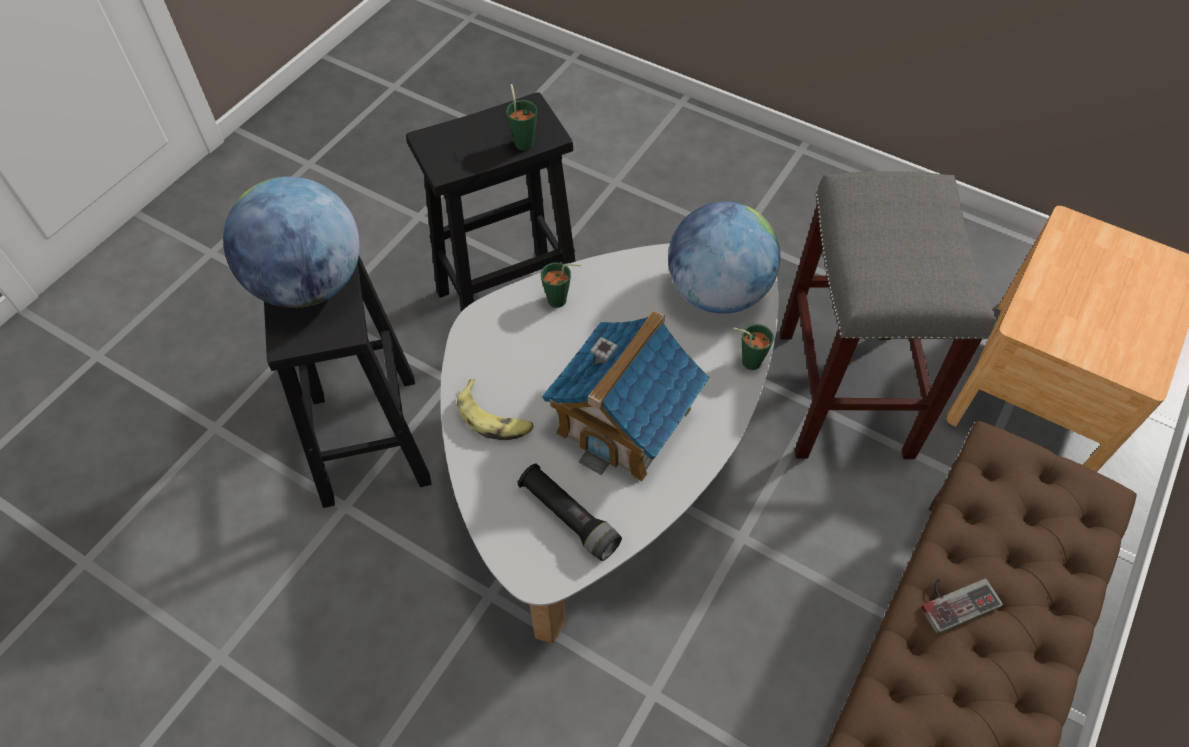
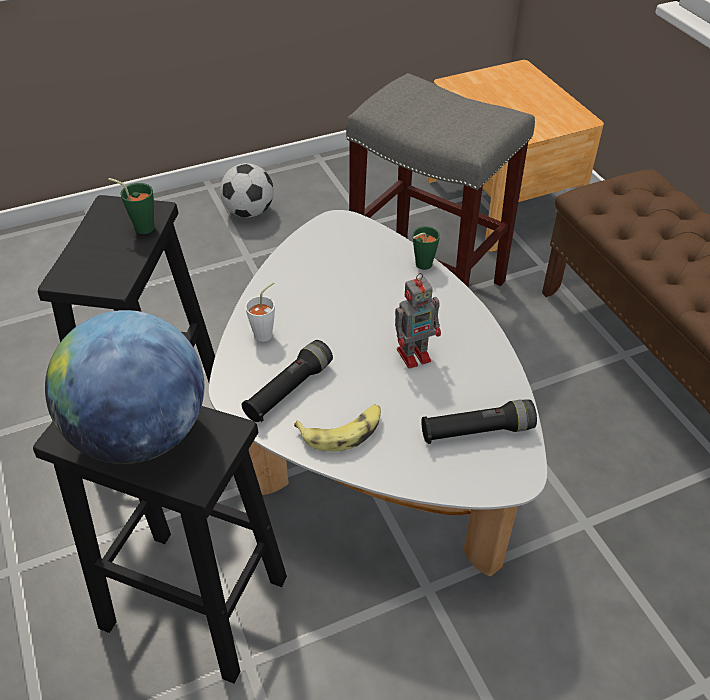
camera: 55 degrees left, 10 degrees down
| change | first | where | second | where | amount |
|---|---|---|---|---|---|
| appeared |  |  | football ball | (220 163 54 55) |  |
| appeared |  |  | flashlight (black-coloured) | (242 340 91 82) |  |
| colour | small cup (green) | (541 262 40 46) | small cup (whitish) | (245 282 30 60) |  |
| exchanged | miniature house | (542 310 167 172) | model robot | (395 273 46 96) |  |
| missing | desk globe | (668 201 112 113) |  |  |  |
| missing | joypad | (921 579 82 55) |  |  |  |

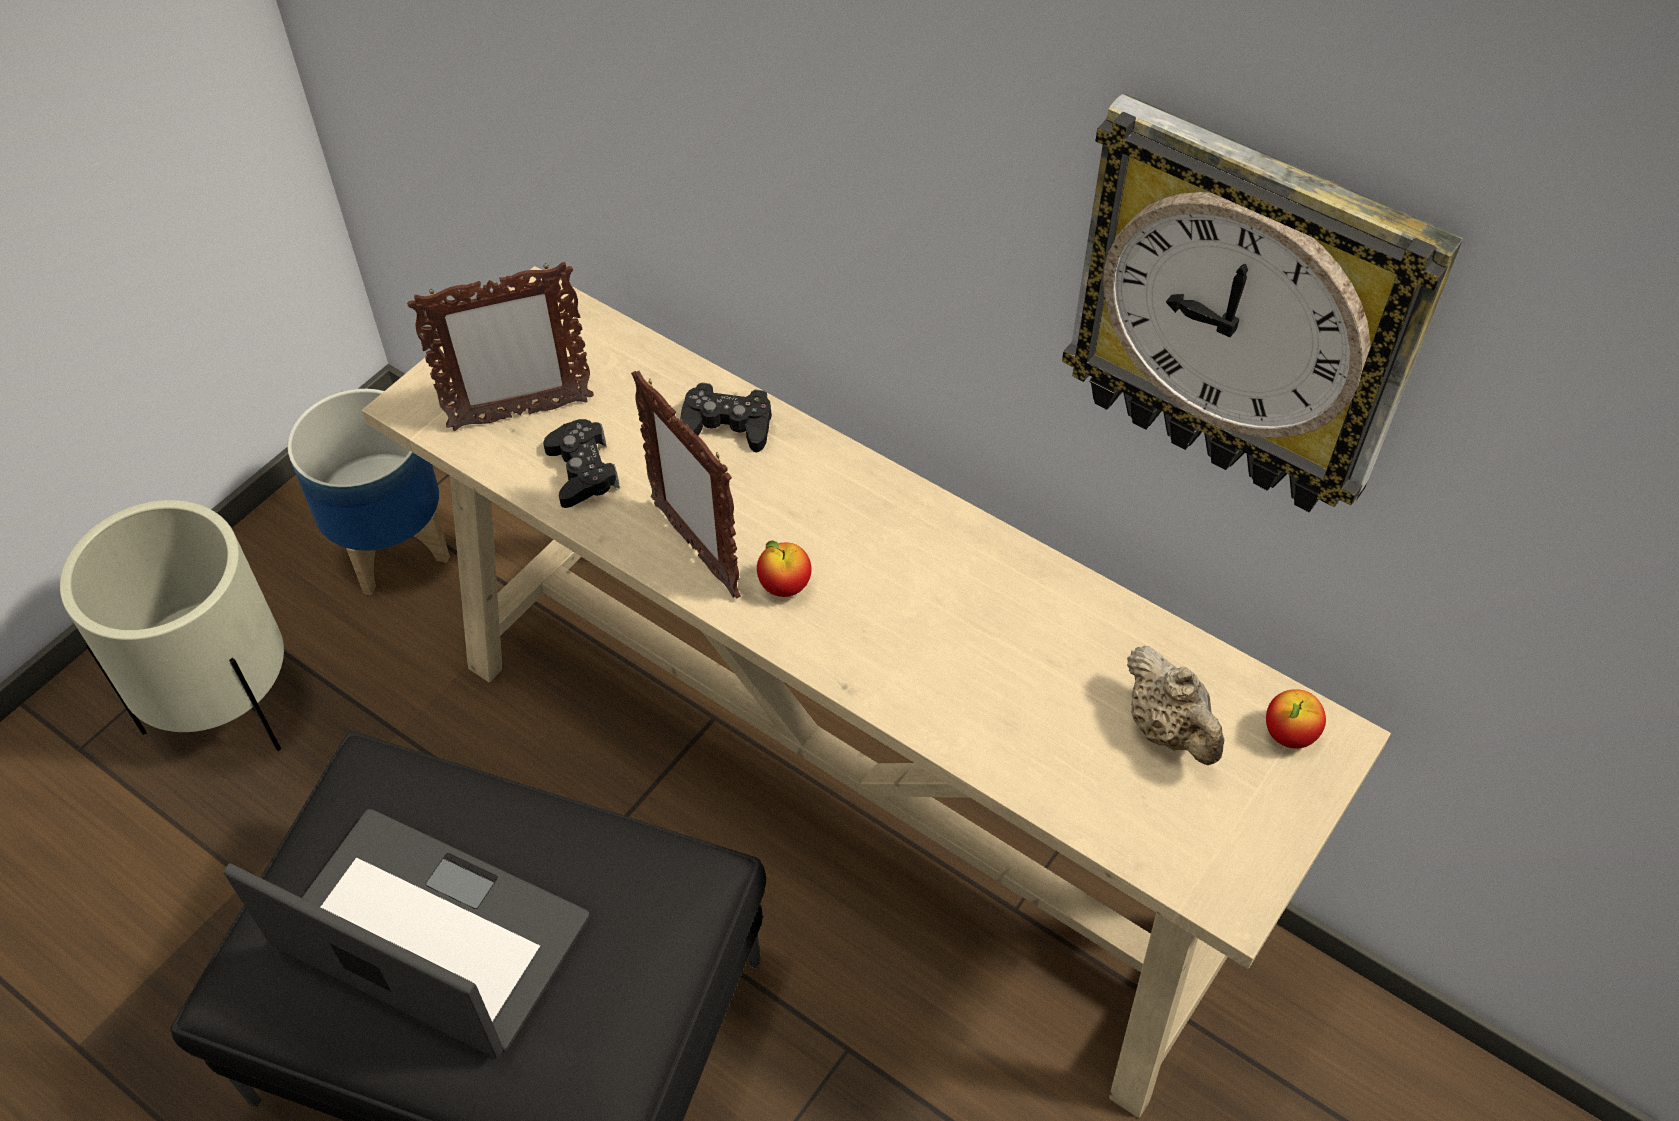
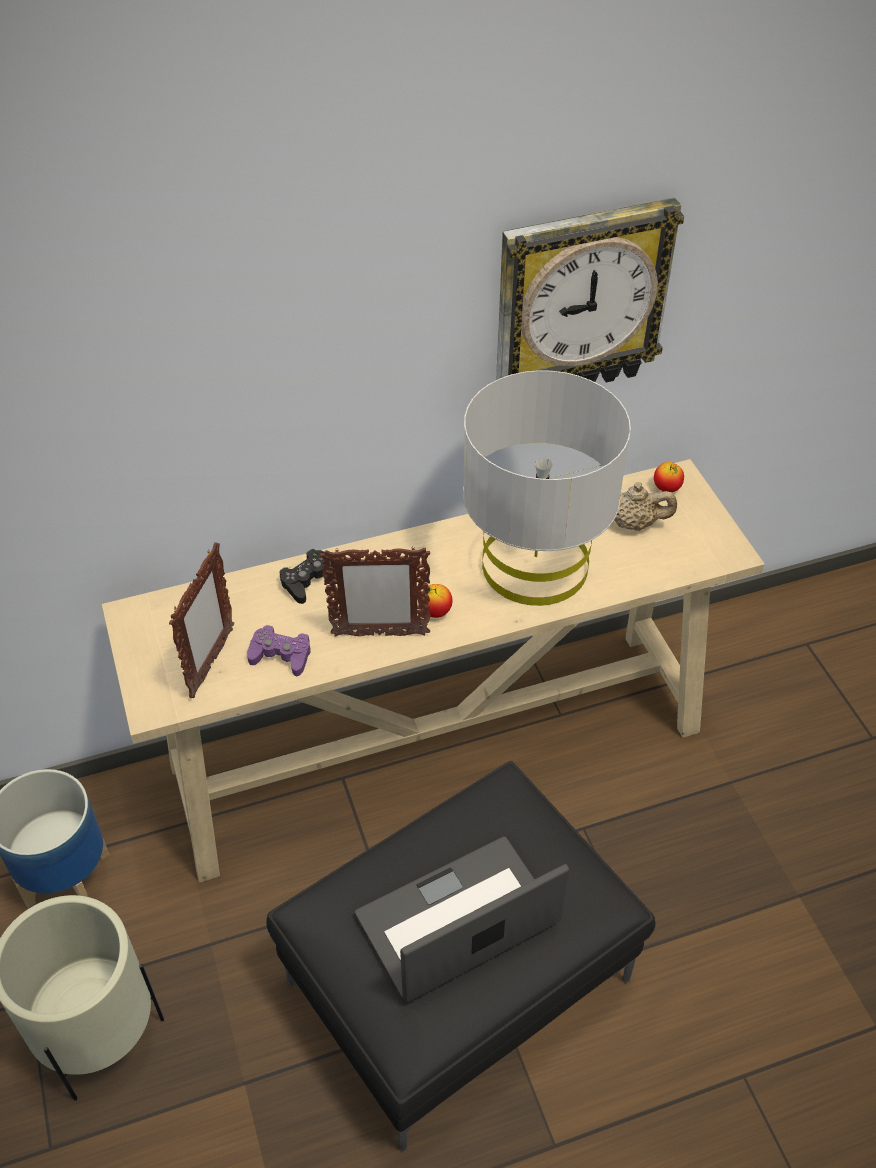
camera: 55 degrees left, 5 degrees down
| change | first | where | second | where | amount |
|---|---|---|---|---|---|
| colour | joypad (black-coloured) | (543 419 77 89) | joypad (purplish) | (247 625 64 51) |  |
| appeared |  |  | table lamp (grey) | (463 370 168 236) |  |

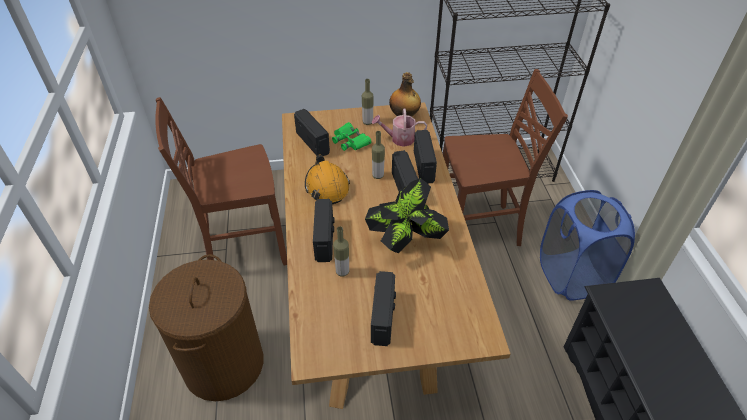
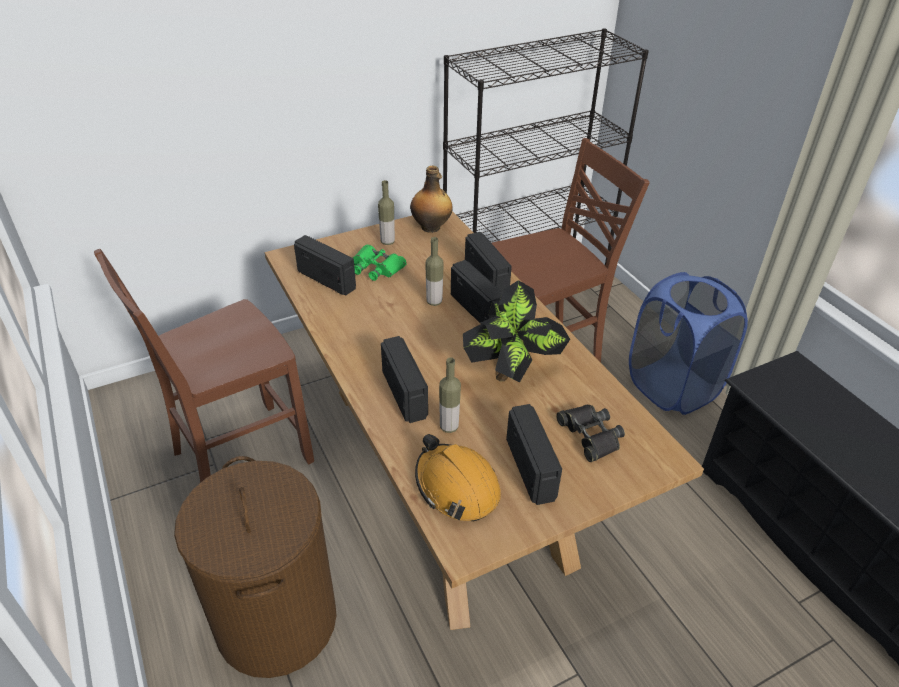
camera: 20 degrees left, 5 degrees down
| change | first | where | second | where | amount |
|---|---|---|---|---|---|
| relocated | safety helmet (orange) | (305 155 45 49) |  | (415 434 86 88) |  |
| appeared |  |  | pair of binoculars (black-coloured) | (556 405 69 57) |  |
| missing | sprinkling can | (372 109 55 38) |  |  |  |

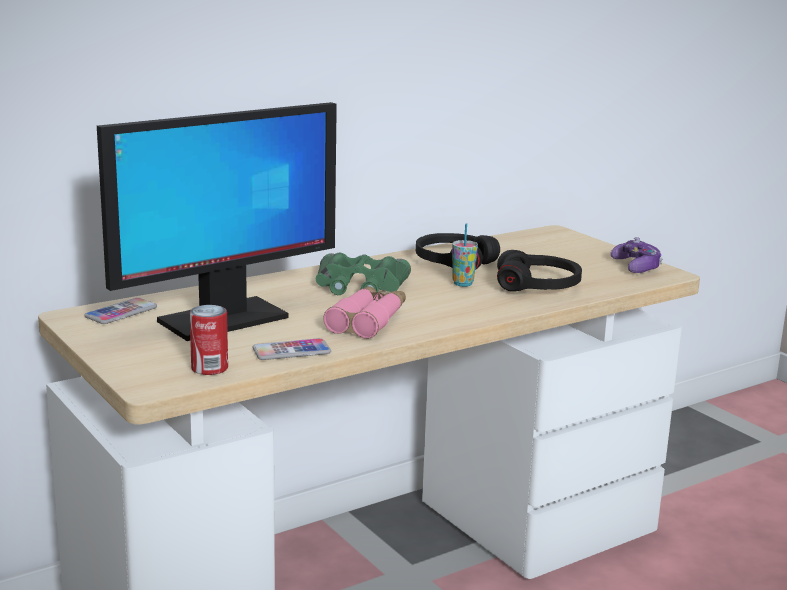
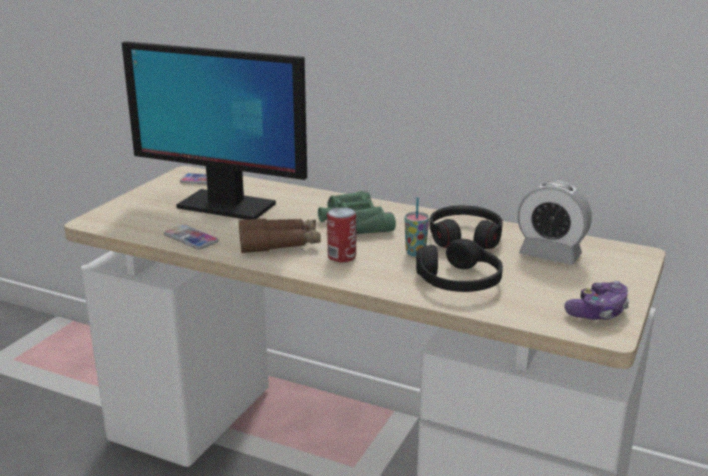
camera: 60 degrees right, 5 degrees up
| change | first | where | second | where | amount |
|---|---|---|---|---|---|
| colour | pair of binoculars (pinkish) | (323 286 83 53) | pair of binoculars (brownish) | (239 218 82 35) |  |
| relocated | sealed can | (190 305 38 70) |  | (327 207 29 55) |  |
| appeared |  |  | alarm clock | (518 181 74 84) |  |

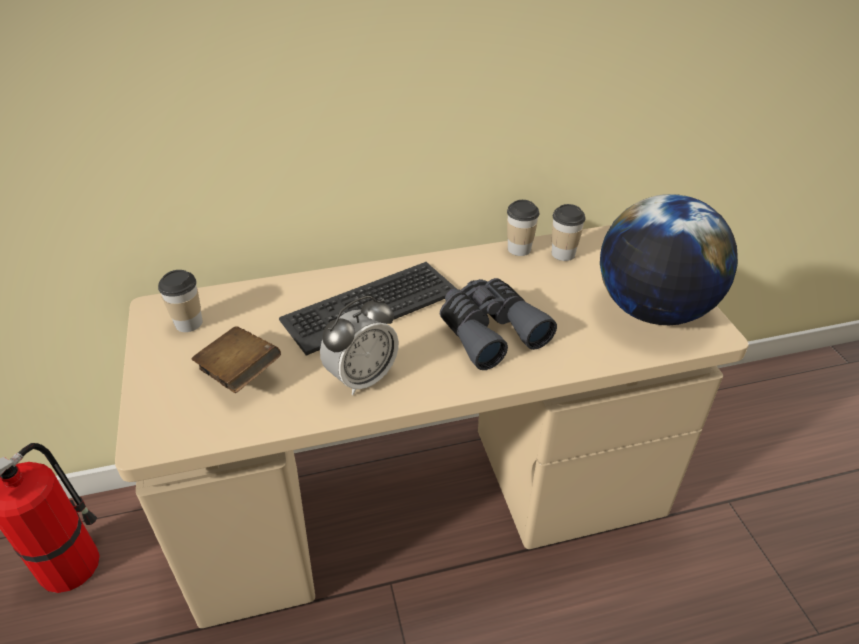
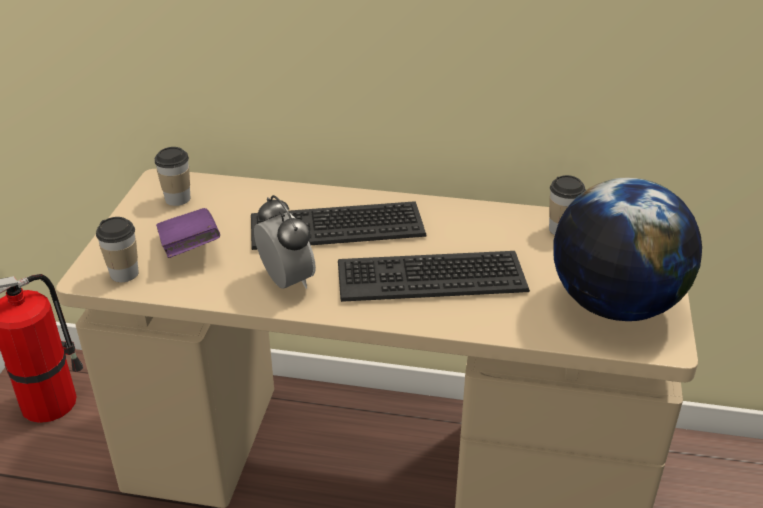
camera: 25 degrees right, 5 degrees down
| change | first | where | second | where | amount |
|---|---|---|---|---|---|
| relocated | small cup | (507 200 32 56) |  | (96 217 43 65) |  |
| colour | volume (brownish) | (192 326 89 67) | volume (purplish) | (156 208 64 50) |  |
| spun | alarm clock | (320 296 79 99) |  | (254 195 62 94) | 105 degrees counterclockwise |
| exchanged | pair of binoculars (grey) | (440 278 117 92) | PC keyboard | (338 251 192 51) |  |

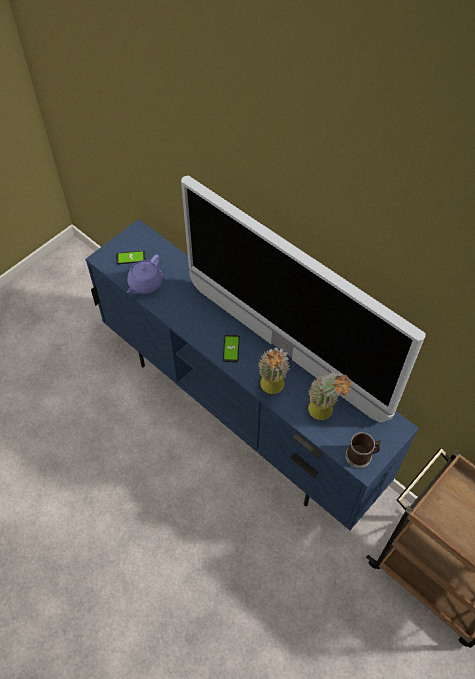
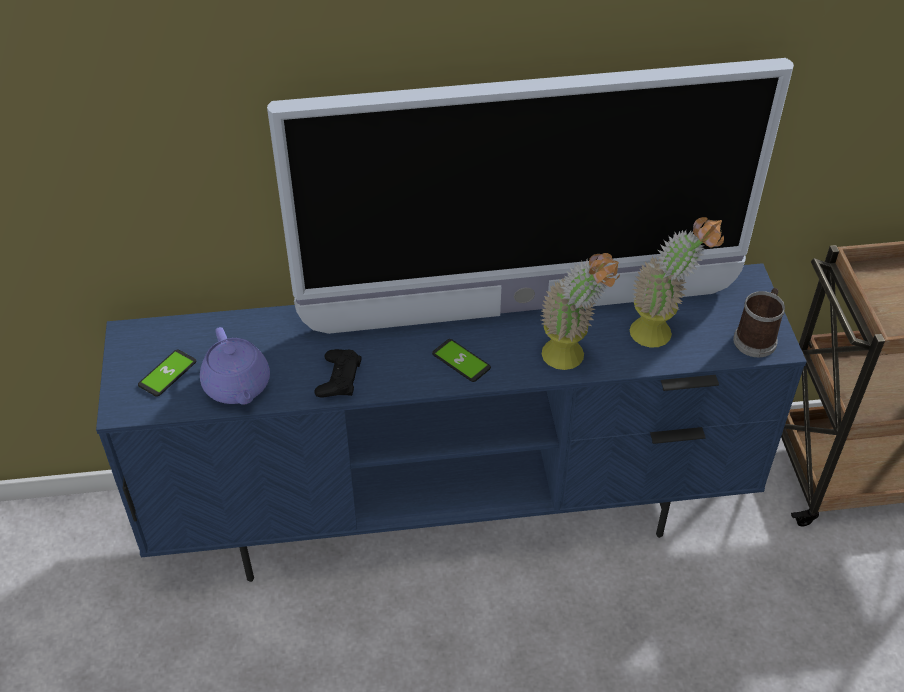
camera: 50 degrees left, 10 degrees down
| change | first | where | second | where | amount |
|---|---|---|---|---|---|
| appeared |  |  | joypad (black-coloured) | (314 349 48 49) |  |

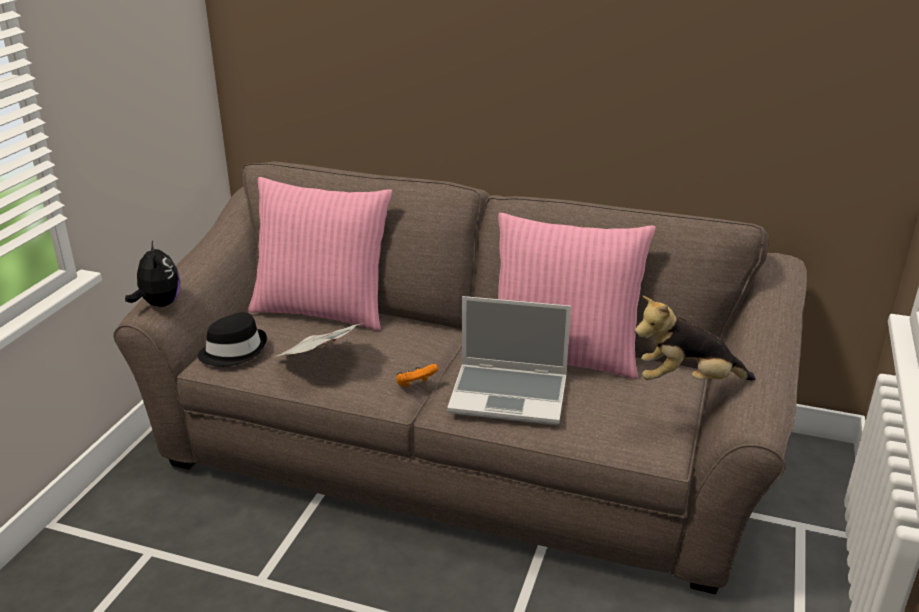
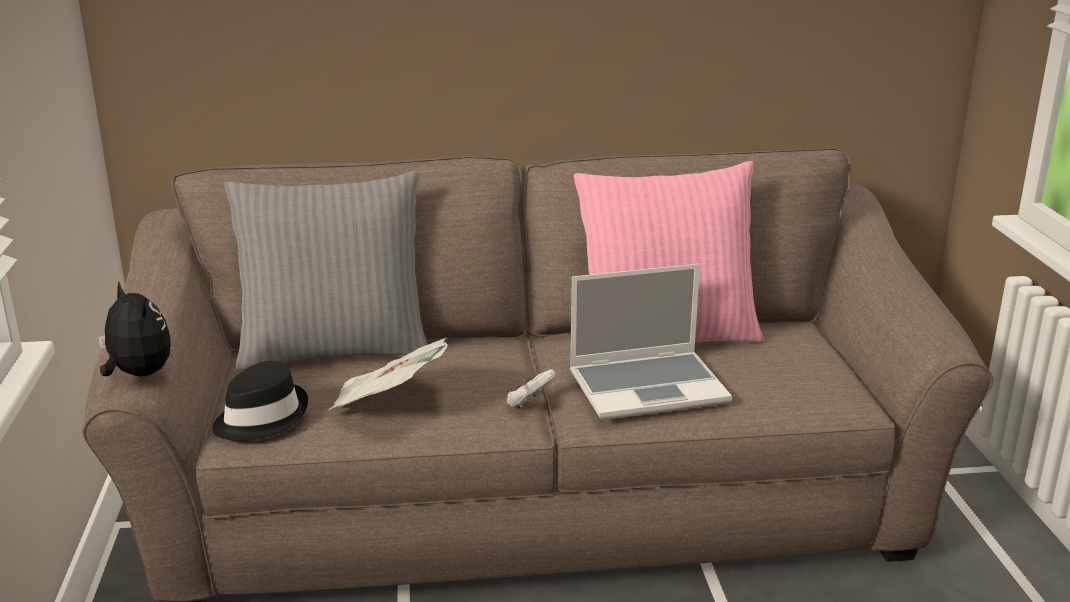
camera: 25 degrees left, 5 degrees down
| change | first | where | second | where | amount |
|---|---|---|---|---|---|
| colour | cushion (pinkish) | (248 177 144 154) | cushion (grey) | (224 171 204 200) |  |
| colour | joypad (orange) | (397 364 41 23) | joypad (whitish) | (506 369 50 39) |  |
| missing | cuddly toy | (635 296 120 85) |  |  |  |

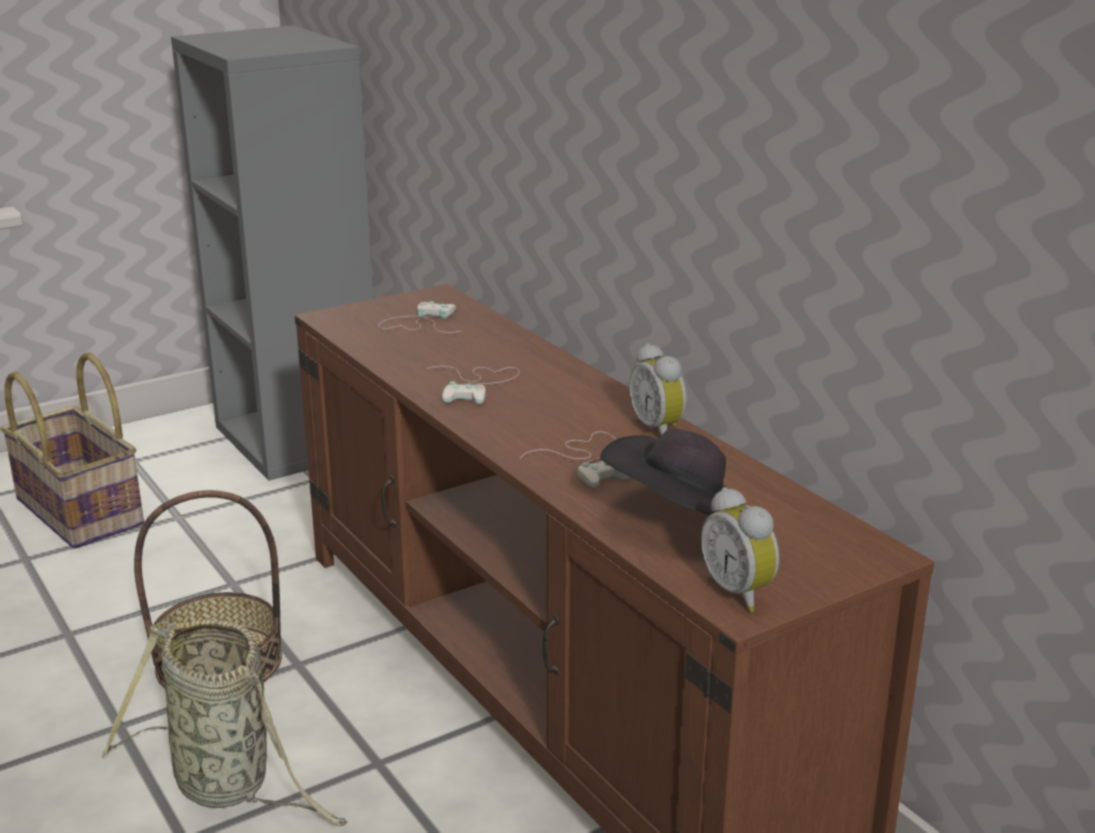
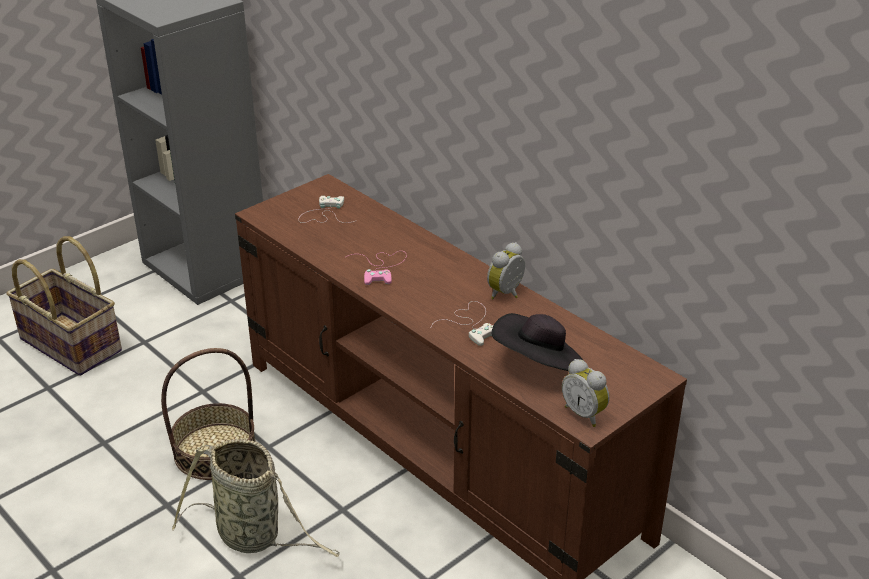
camera: 10 degrees left, 10 degrees up
| change | first | where | second | where | amount |
|---|---|---|---|---|---|
| colour | joypad (whitish) | (427 366 92 38) | joypad (pinkish) | (346 251 61 34) |  |
| spun | alarm clock | (629 344 58 91) |  | (487 242 38 57) | 75 degrees clockwise |

